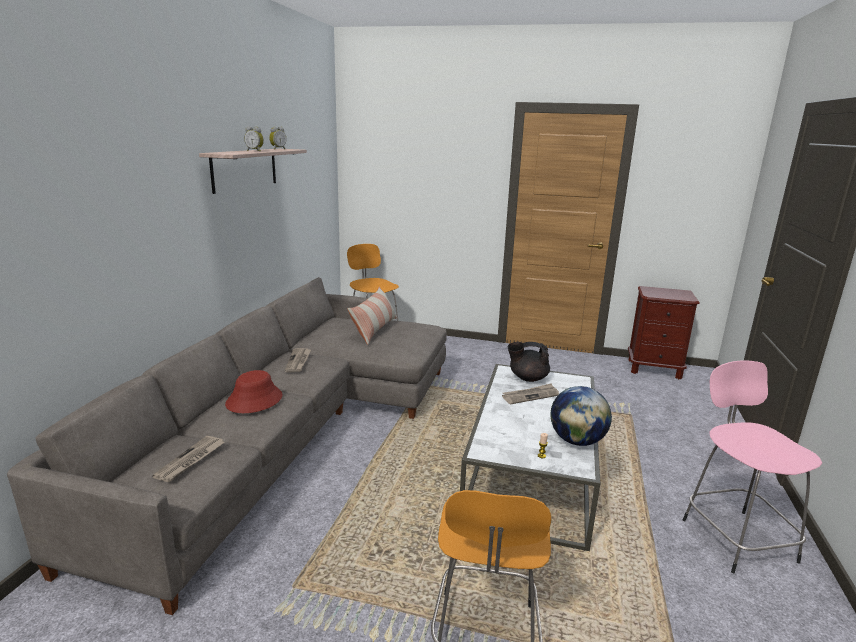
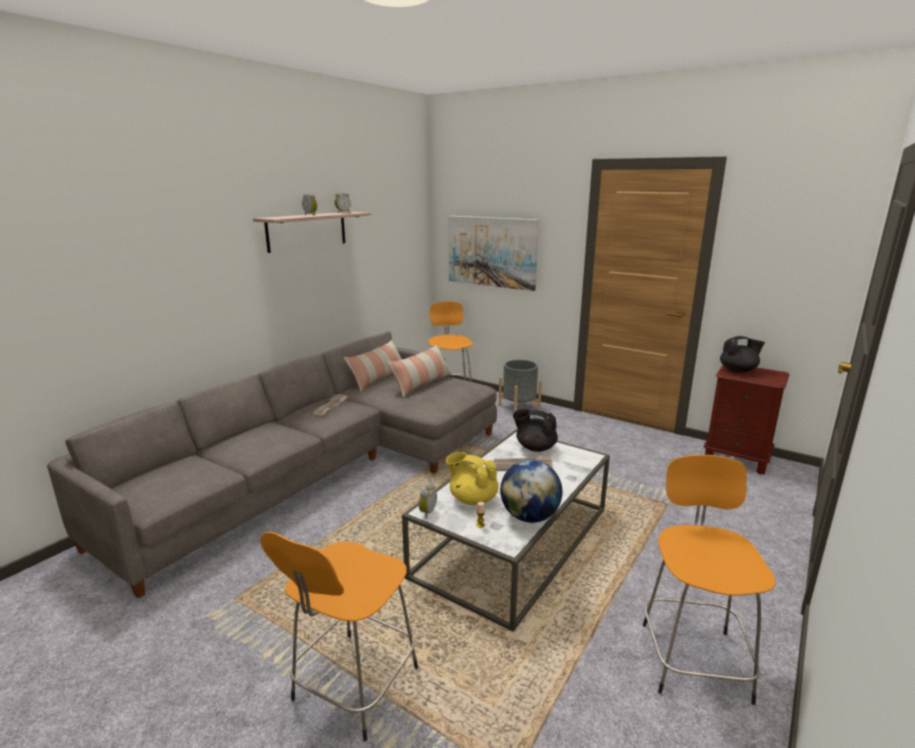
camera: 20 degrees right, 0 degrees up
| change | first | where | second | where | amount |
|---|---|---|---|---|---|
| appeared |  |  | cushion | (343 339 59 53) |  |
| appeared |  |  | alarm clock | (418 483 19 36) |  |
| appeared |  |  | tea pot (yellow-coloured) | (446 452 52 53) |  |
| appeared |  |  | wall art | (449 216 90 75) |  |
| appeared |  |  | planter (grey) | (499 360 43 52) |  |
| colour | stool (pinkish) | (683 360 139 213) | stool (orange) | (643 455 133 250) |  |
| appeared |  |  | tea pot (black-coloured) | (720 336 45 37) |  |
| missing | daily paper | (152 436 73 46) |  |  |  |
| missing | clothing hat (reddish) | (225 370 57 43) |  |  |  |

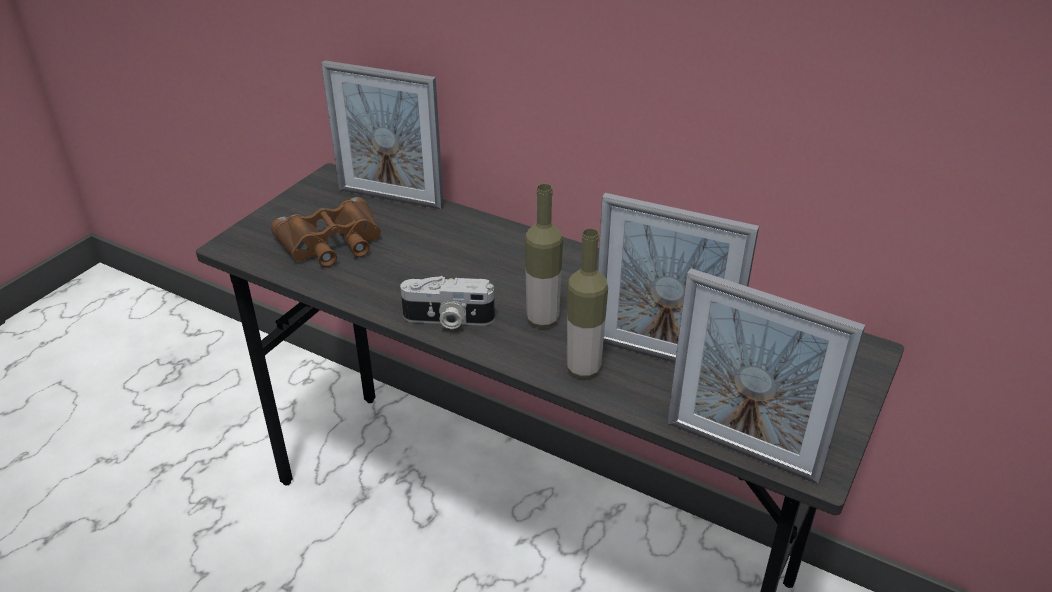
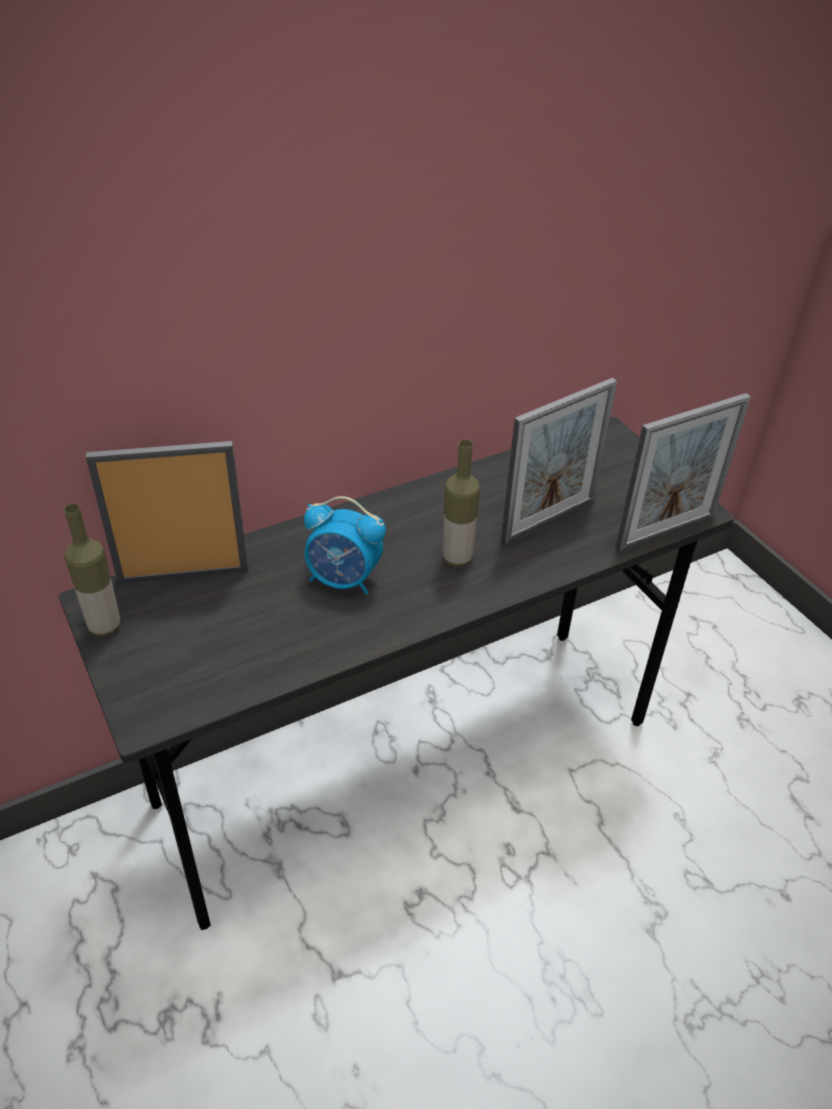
camera: 60 degrees left, 5 degrees up
| change | first | where | second | where | amount |
|---|---|---|---|---|---|
| relocated | beverage bottle | (567 228 41 151) |  | (64 504 57 132) |  |
| spun | standing frame | (321 60 123 150) |  | (86 441 162 142) | 150 degrees counterclockwise |
| appeared |  |  | alarm clock | (304 496 82 99) |  |
| missing | pair of binoculars (brownish) | (271 197 110 70) |  |  |  |
| missing | still camera | (400 276 95 53) |  |  |  |

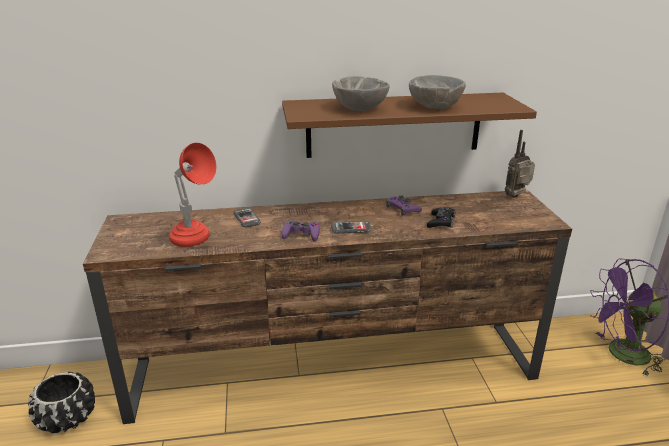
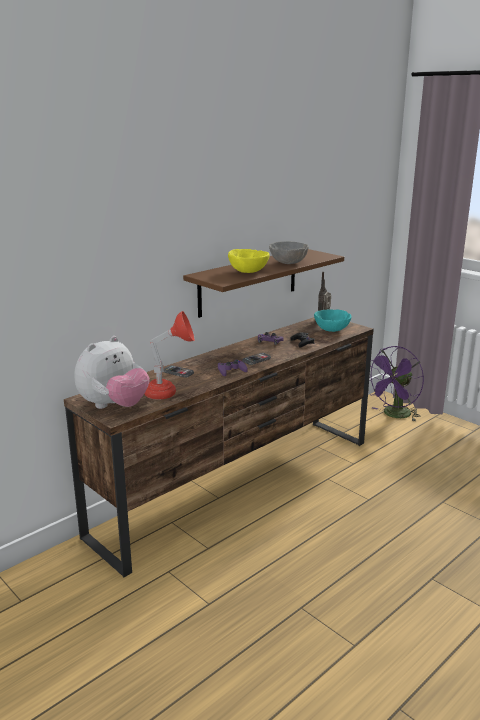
camera: 35 degrees left, 5 degrees down
| change | first | where | second | where | amount |
|---|---|---|---|---|---|
| appeared |  |  | cuddly toy | (74 336 76 73) |  |
| colour | bowl (grey) | (332 76 58 35) | bowl (yellow-coloured) | (228 249 42 24) |  |
| appeared |  |  | bowl (blue-green) | (314 310 37 22) |  |
| missing | planter (black-coloured) | (28 372 67 61) |  |  |  |

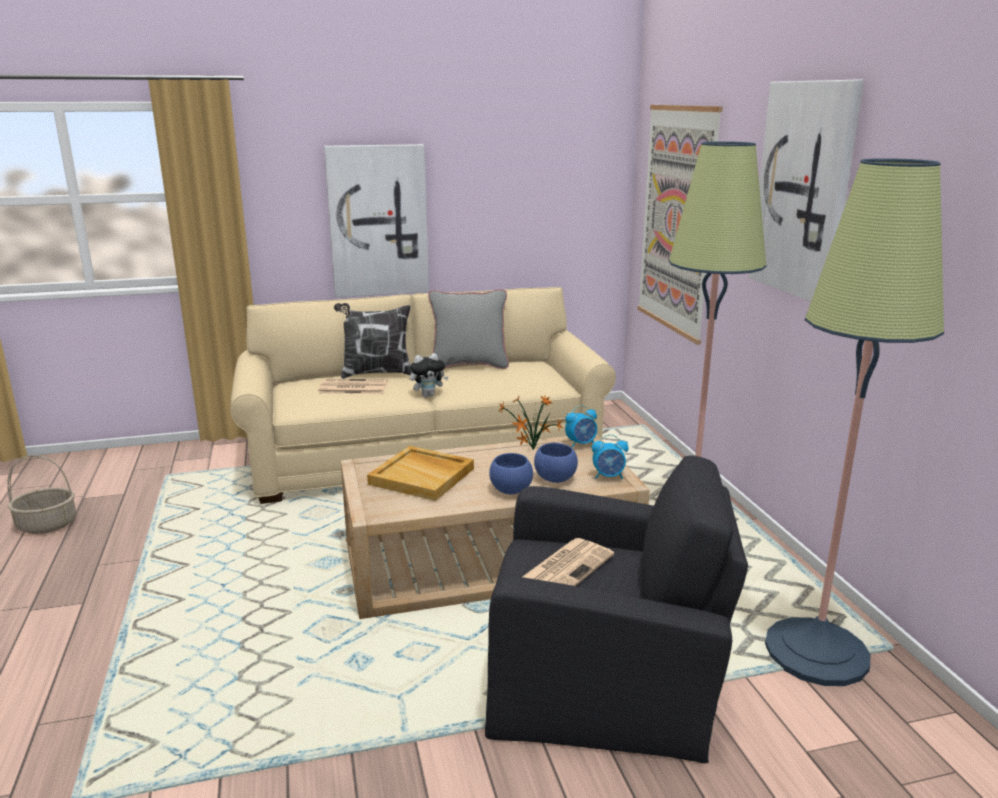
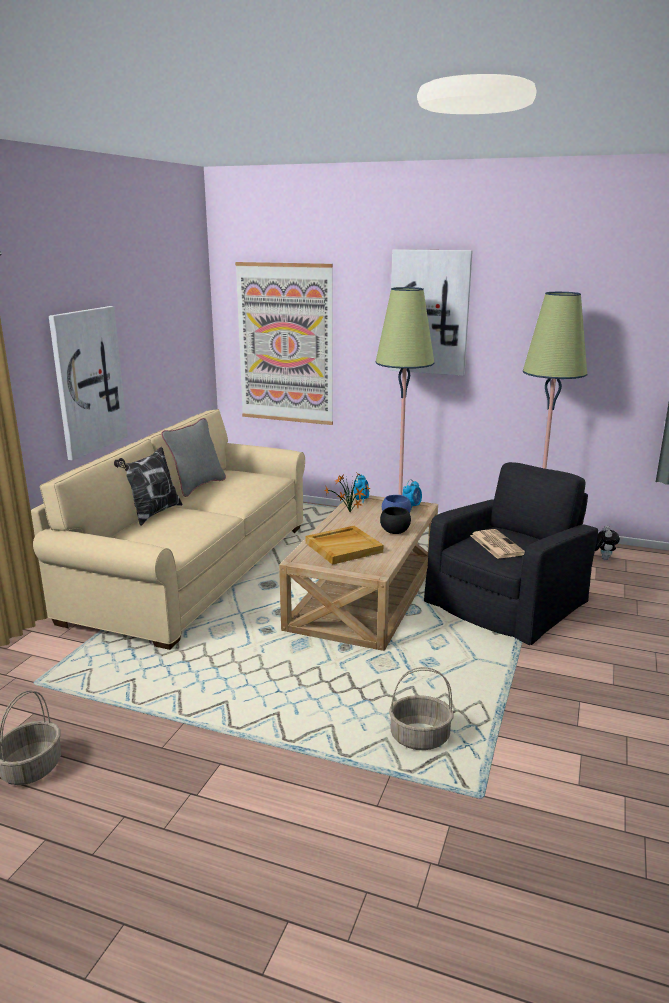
camera: 55 degrees left, 0 degrees up
| change | first | where | second | where | amount |
|---|---|---|---|---|---|
| colour | bowl (blue) | (489 453 44 41) | bowl (black-coloured) | (380 507 31 27) |  |
| appeared |  |  | basket | (389 667 65 83) |  |
| relocated | cuddly toy | (410 353 39 44) |  | (595 526 25 34) |  |
| missing | daily paper | (318 379 70 15) |  |  |  |

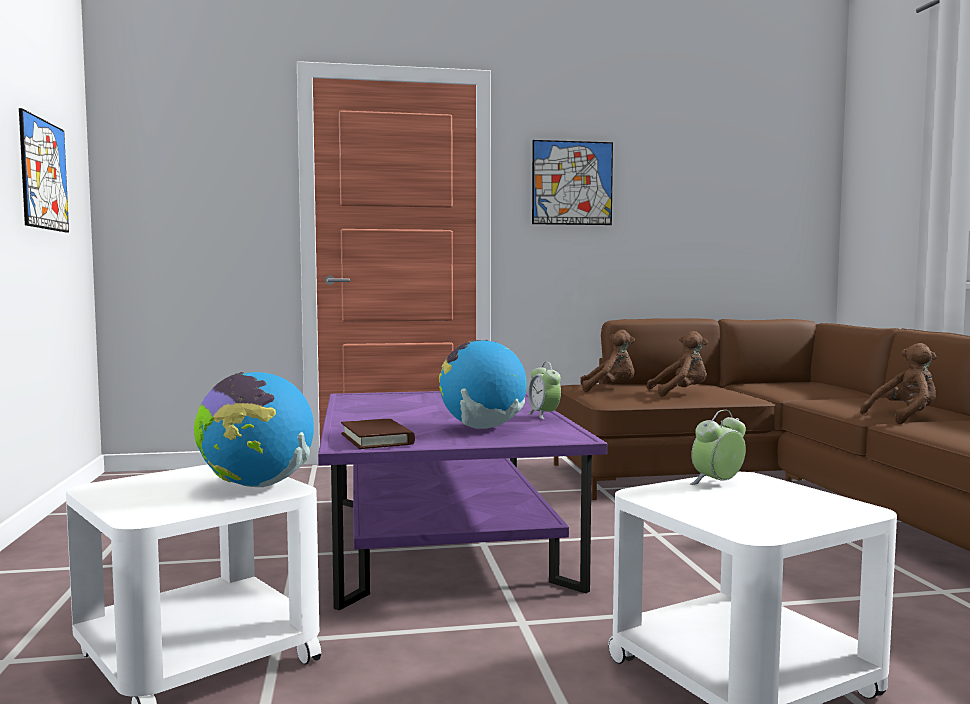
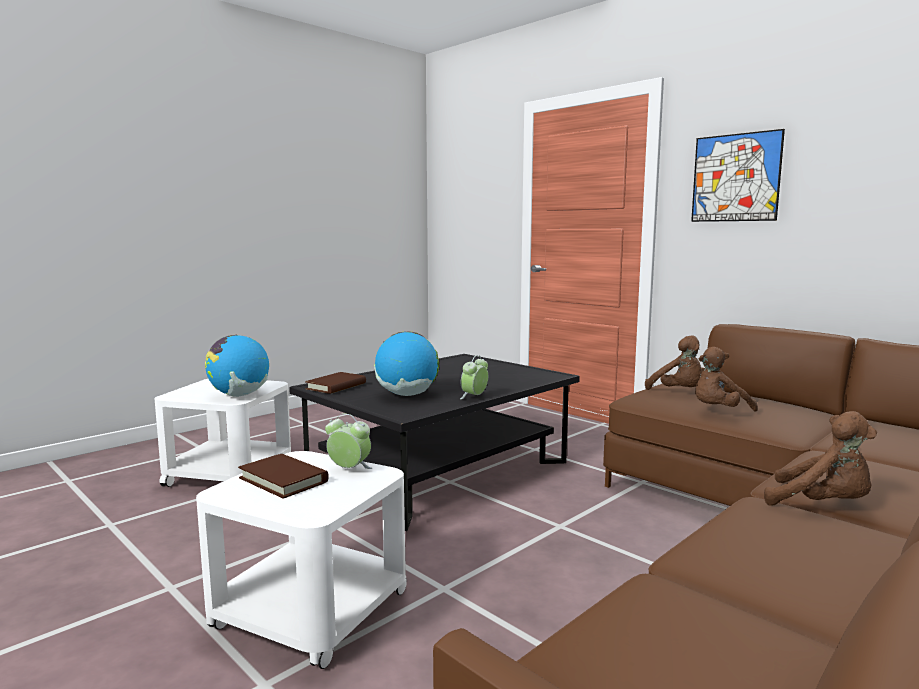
camera: 55 degrees right, 5 degrees up
| change | first | where | second | where | amount |
|---|---|---|---|---|---|
| appeared |  |  | volume (brownish) | (238 454 91 45) |  |
| colour | low table (purplish) | (318 391 289 219) | low table (black-coloured) | (289 354 291 177) |  |
| spun | cuddly toy (brownish) | (647 331 61 66) |  | (695 347 63 65) | 105 degrees clockwise |
| missing | wall art | (19 108 50 125) |  |  |  |

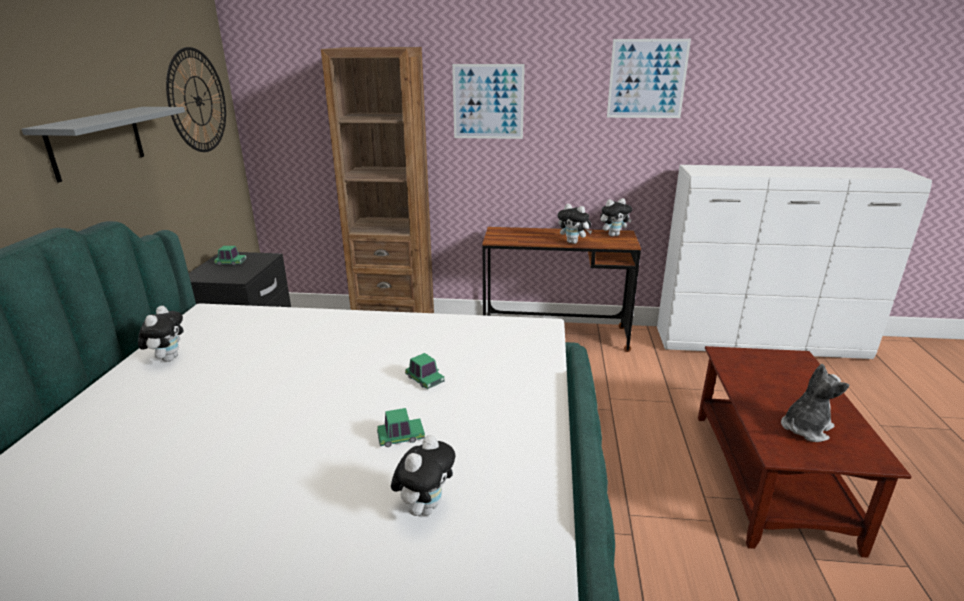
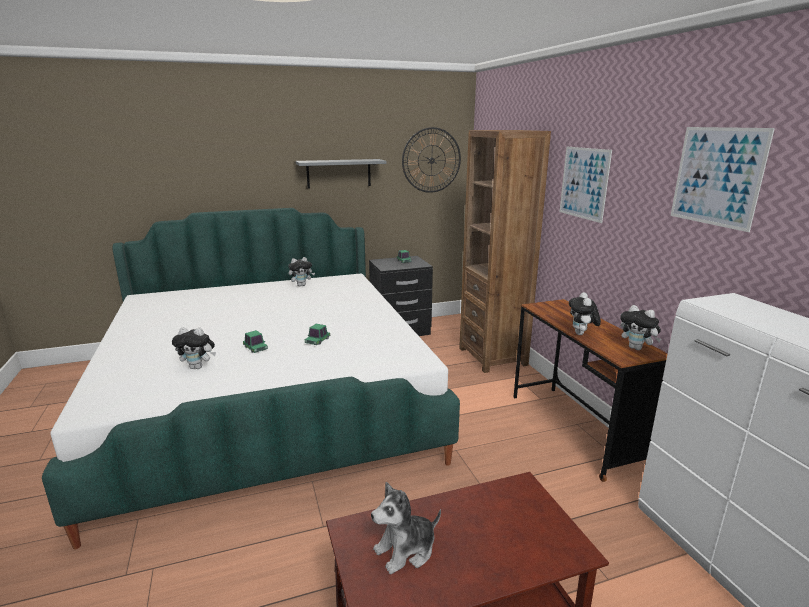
camera: 65 degrees right, 5 degrees down
| change | first | where | second | where | amount |
|---|---|---|---|---|---|
| spun | cuddly toy | (781 364 68 78) |  | (371 482 70 92) | 120 degrees clockwise |

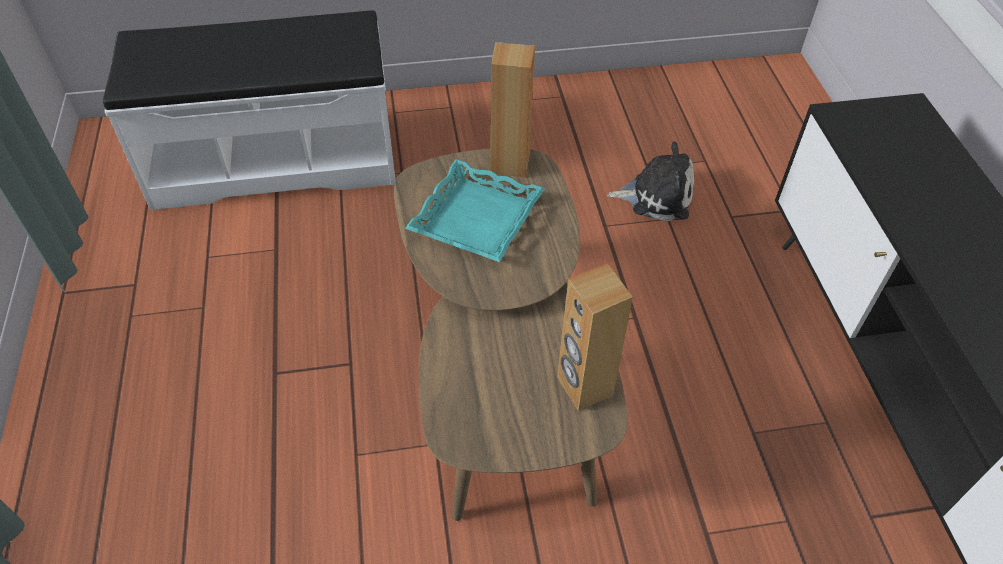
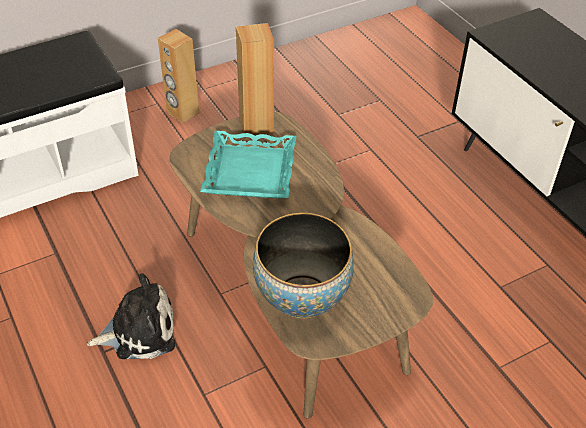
camera: 20 degrees left, 5 degrees down
| change | first | where | second | where | amount |
|---|---|---|---|---|---|
| relocated | cuddly toy | (607 141 87 80) |  | (87 273 88 86) |  |
| relocated | audio speaker (brownish) | (557 263 76 148) |  | (158 29 41 94) |  |
| appeared |  |  | bowl | (253 213 101 105) |  |

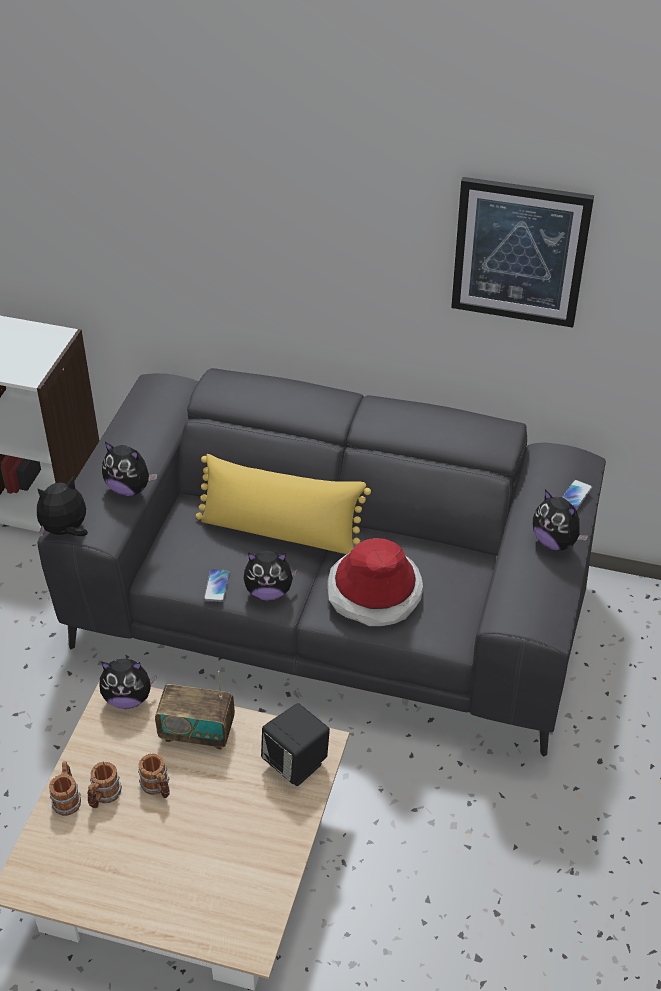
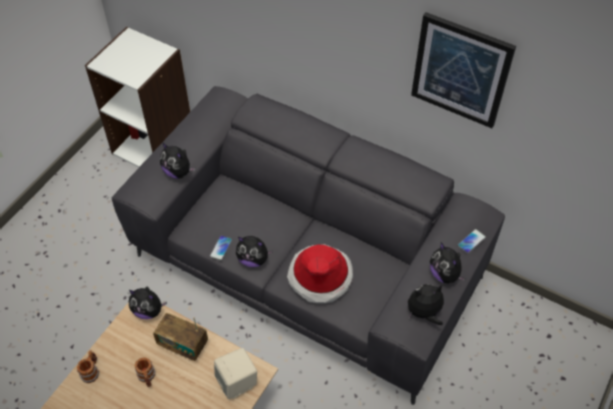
camera: 15 degrees right, 10 degrees up
| change | first | where | second | where | amount |
|---|---|---|---|---|---|
| colour | audio speaker (black-coloured) | (261 703 69 83) | audio speaker (beige-coloured) | (214 348 43 51) |  |
| relocated | cuddly toy | (37 477 51 60) |  | (408 284 36 41) |  |
| missing | tea mug | (87 762 35 46) |  |  |  |
| missing | cushion (yellow-coloured) | (196 454 175 100) |  |  |  |

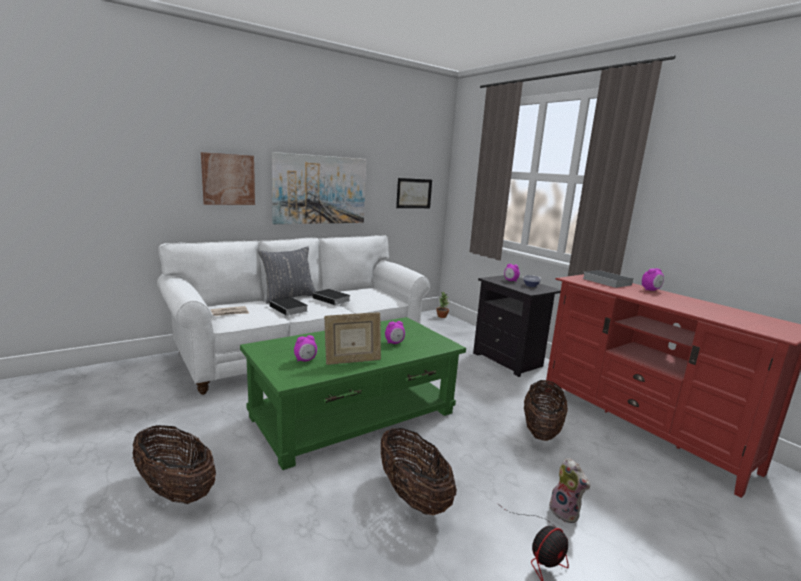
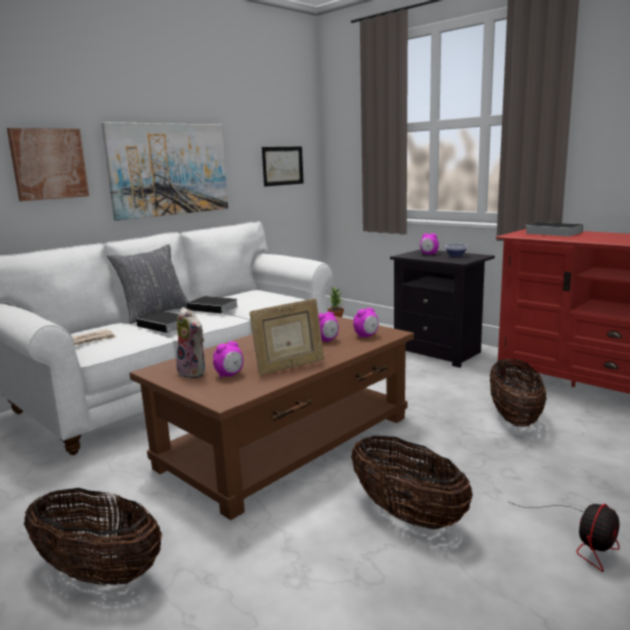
camera: 10 degrees left, 0 degrees up
| change | first | where | second | where | amount |
|---|---|---|---|---|---|
| colour | low table (green) | (240 317 226 153) | low table (brownish) | (129 313 285 207) |  |
| relocated | cuddly toy | (548 458 42 65) |  | (176 307 29 72) |  |
| relocated | alarm clock | (642 268 22 23) |  | (353 308 26 30) |  |

